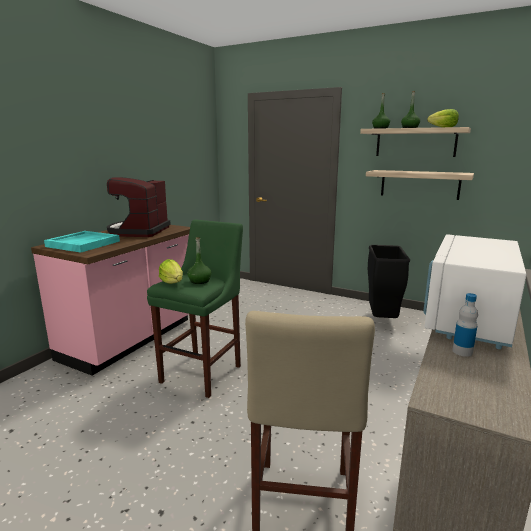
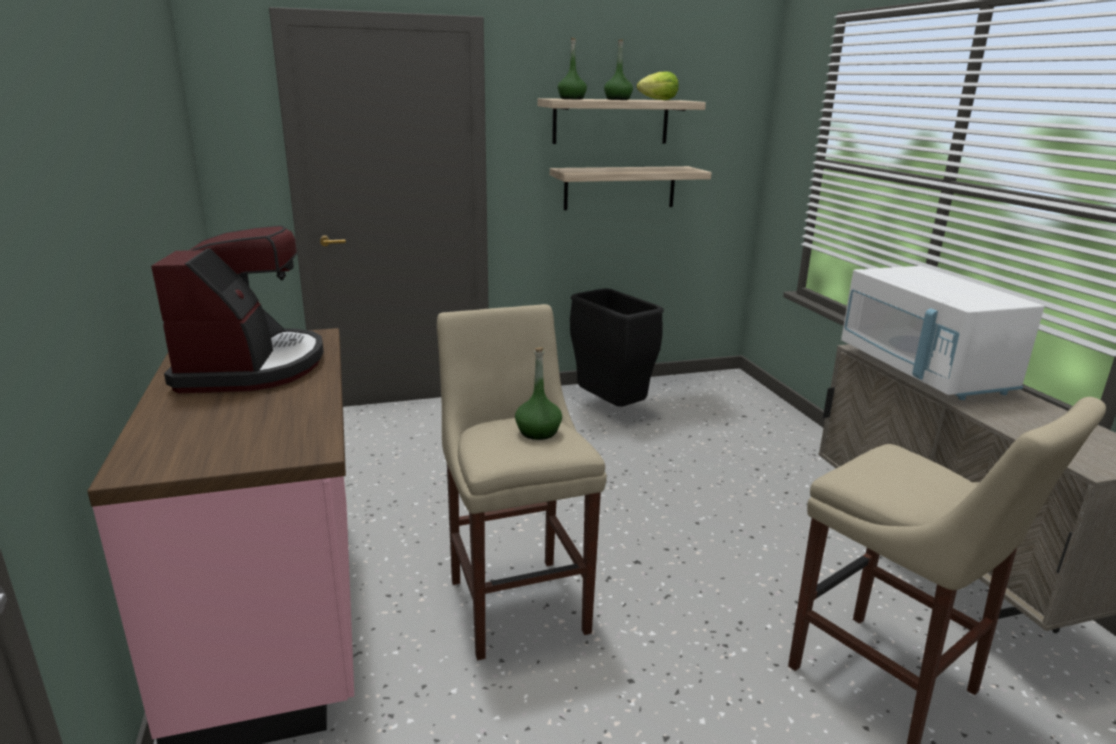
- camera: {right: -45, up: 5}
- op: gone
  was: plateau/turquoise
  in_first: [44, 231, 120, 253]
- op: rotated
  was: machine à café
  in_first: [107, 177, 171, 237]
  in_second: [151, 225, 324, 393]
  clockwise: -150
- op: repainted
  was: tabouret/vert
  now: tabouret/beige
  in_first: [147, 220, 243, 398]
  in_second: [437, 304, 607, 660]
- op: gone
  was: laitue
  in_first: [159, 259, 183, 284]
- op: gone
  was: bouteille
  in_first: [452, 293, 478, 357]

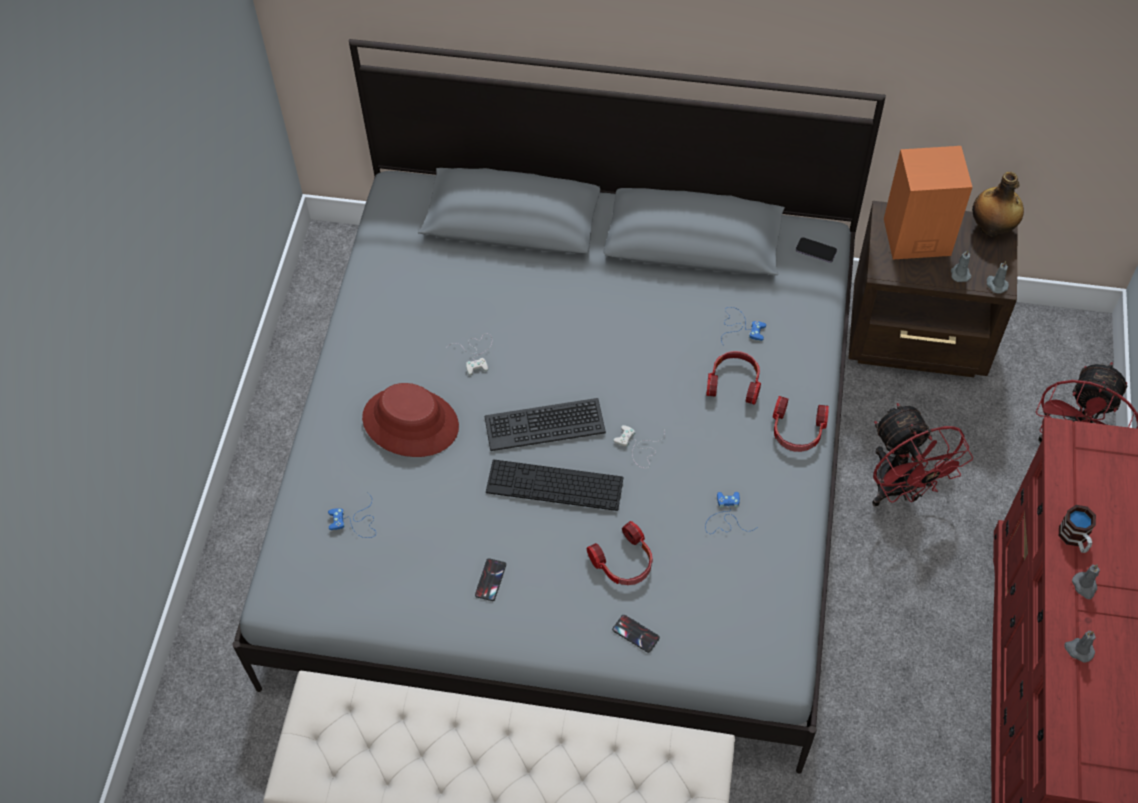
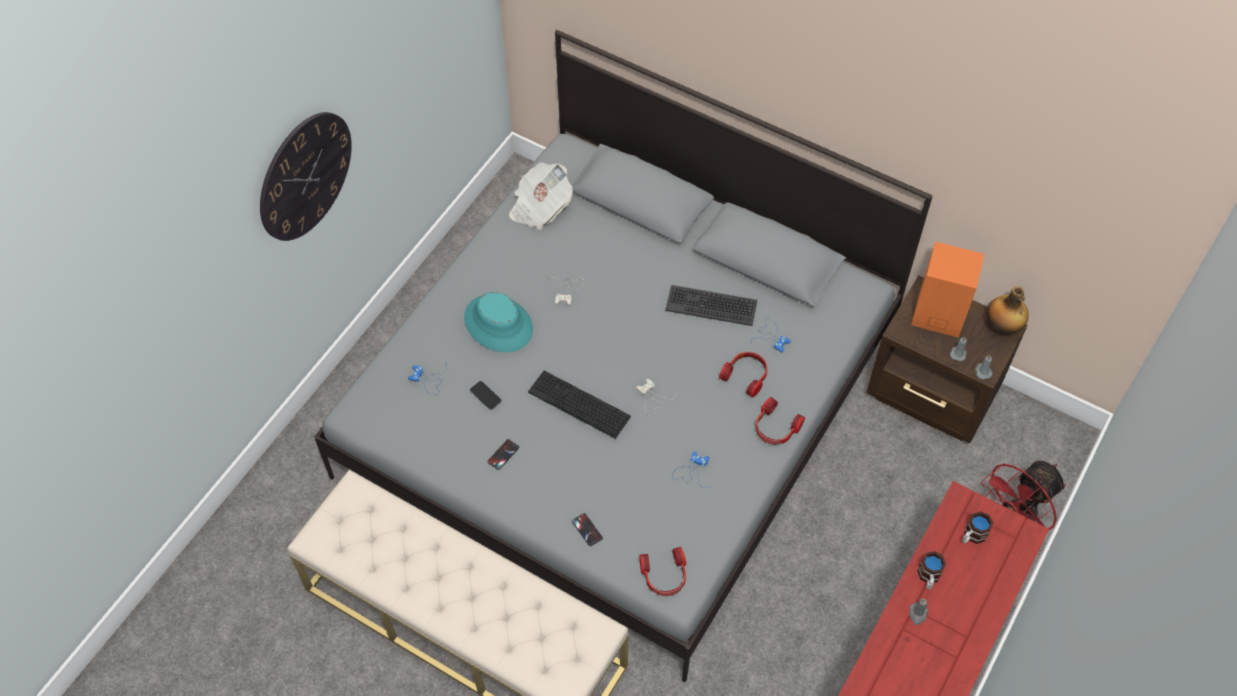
- camera: {right: 20, up: 0}
- op: repainted
  was: chapeau/rouge
  now: chapeau/turquoise
  in_first: [362, 383, 459, 457]
  in_second: [464, 292, 533, 352]
- op: shifted
  was: clavier
  in_first: [485, 398, 606, 451]
  in_second: [665, 285, 757, 326]
- op: shifted
  was: casque audio
  in_first: [586, 521, 653, 585]
  in_second: [639, 547, 686, 596]
- op: shifted
  was: téléphone
  in_first: [796, 237, 837, 263]
  in_second: [470, 381, 501, 410]
- op: gone
  was: ventilateur/rouge
  in_first: [872, 403, 973, 506]
- op: gone
  was: bougie/gris
  in_first: [1064, 631, 1096, 663]
- op: new
  now: horloge murale
  in_second: [260, 112, 352, 241]
- op: new
  now: journal
  in_second: [509, 162, 573, 230]
- op: new
  now: mug
  in_second: [962, 511, 993, 544]

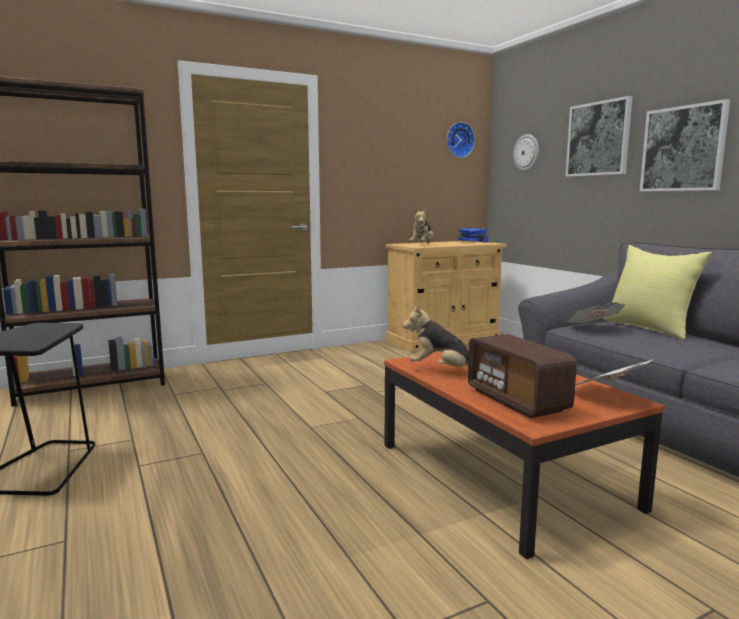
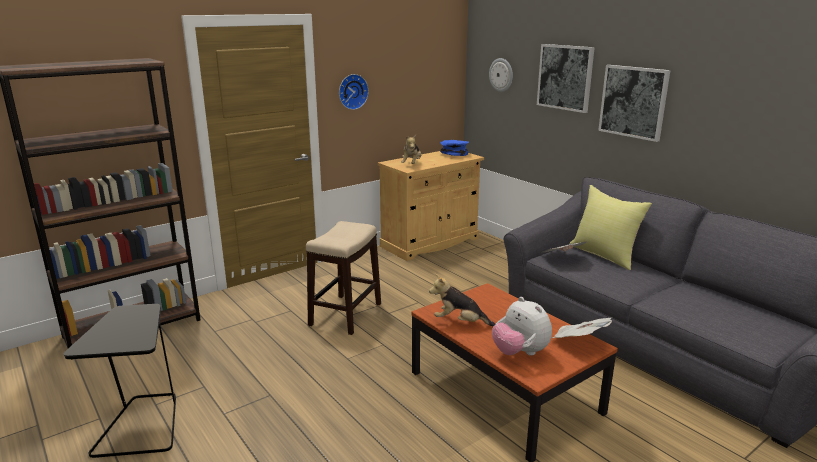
- camera: {right: -10, up: 10}
- op: shifted
  was: horloge murale
  in_first: [447, 122, 475, 158]
  in_second: [339, 74, 369, 110]
- op: swapped
  was: radio
  now: peluche
  in_first: [468, 334, 577, 418]
  in_second: [492, 297, 552, 355]
- op: new
  now: tabouret
  in_second: [306, 221, 381, 335]

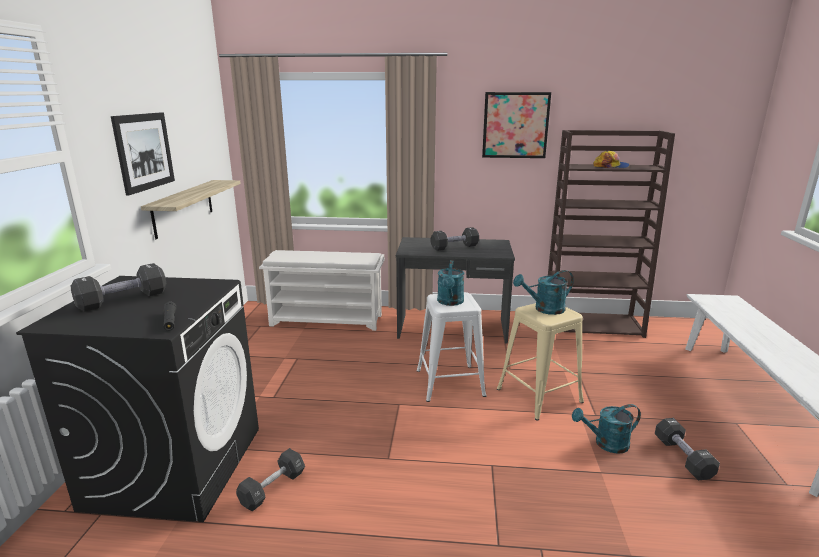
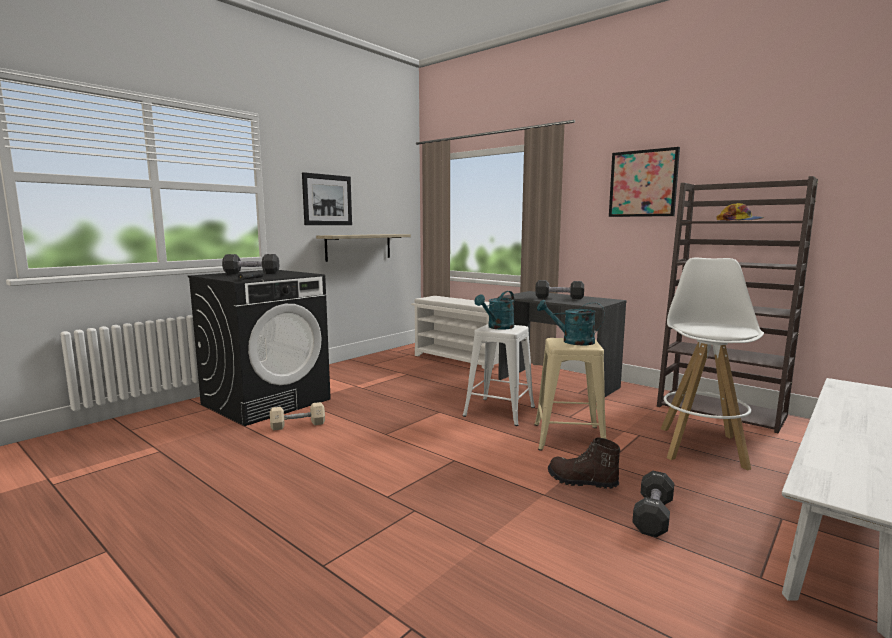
- camera: {right: 35, up: -10}
- op: repainted
  was: haltère/noir
  now: haltère/beige
  in_first: [236, 448, 305, 512]
  in_second: [270, 402, 325, 431]
- op: swapped
  was: arrosoir/turquoise
  now: botte/marron
  in_first: [572, 404, 641, 454]
  in_second: [548, 437, 621, 489]
- op: new
  now: tabouret/blanc
  in_second: [661, 257, 764, 470]

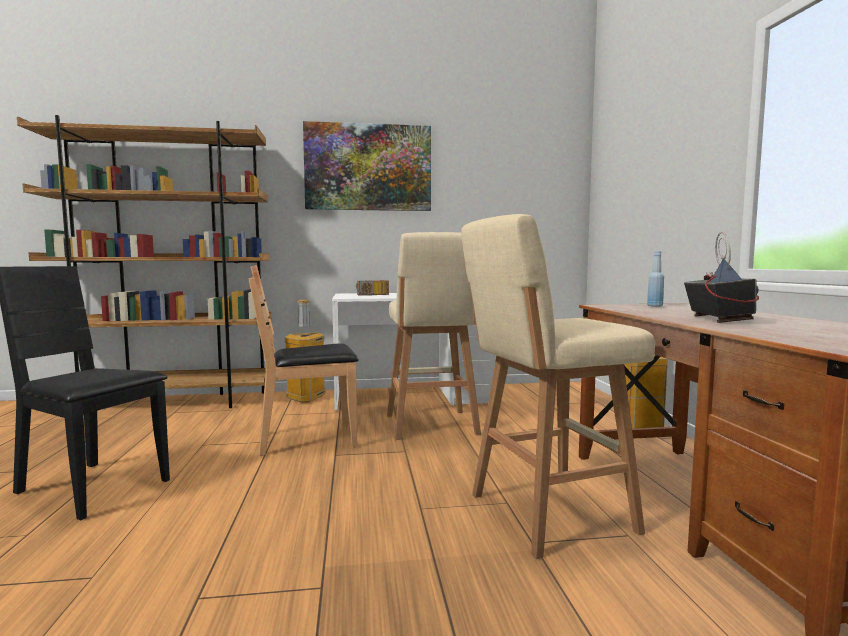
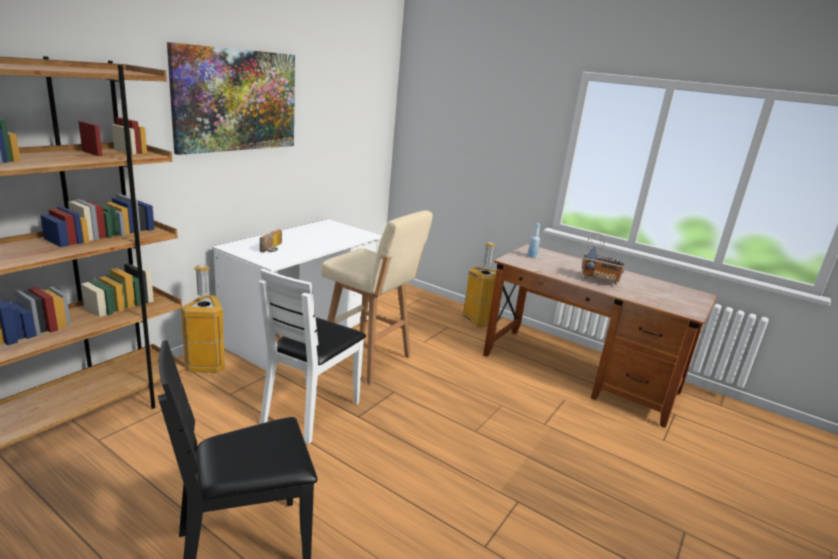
- camera: {right: -50, up: 15}
- op: repainted
  was: chaise/marron
  now: chaise/blanc
  in_first: [249, 266, 359, 456]
  in_second: [259, 268, 366, 445]
- op: gone
  was: tabouret/beige
  in_first: [461, 214, 655, 559]
- op: rotated
  was: radio
  in_first: [684, 232, 759, 323]
  in_second: [581, 233, 625, 285]
  clockwise: 150

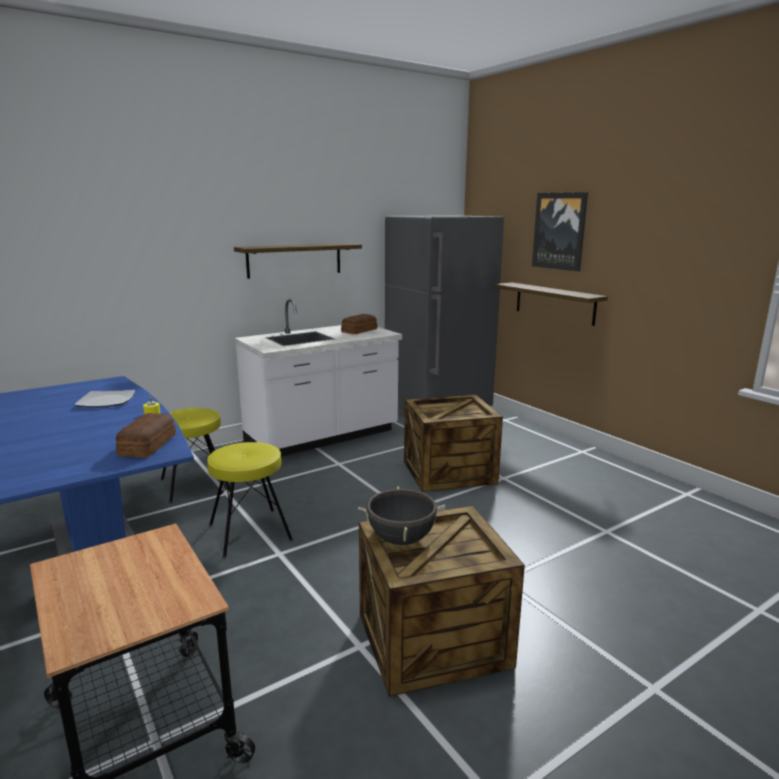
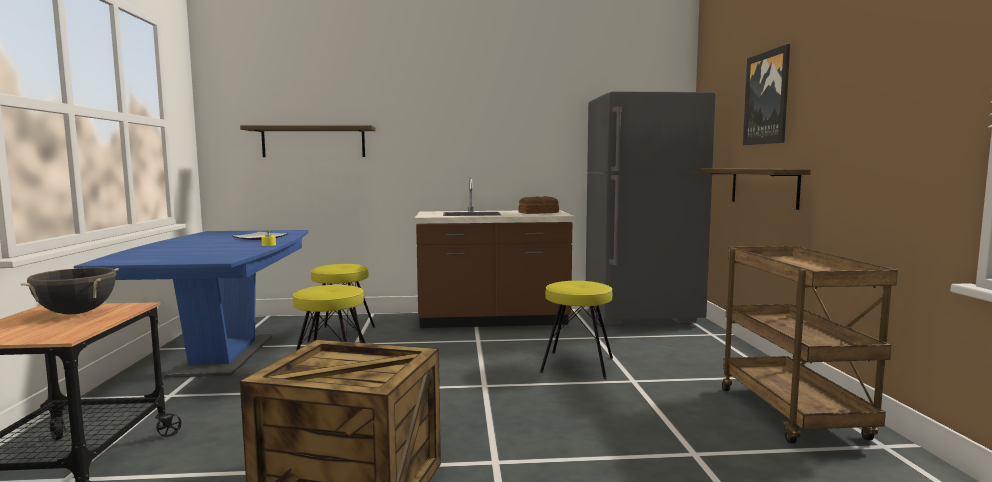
- camera: {right: 30, up: -10}
- op: gone
  was: pain
  in_first: [115, 413, 176, 457]
- op: shifted
  was: étagère
  in_first: [234, 243, 362, 279]
  in_second: [240, 125, 375, 157]
- op: repainted
  was: comptoir de cuisine/blanc
  now: comptoir de cuisine/marron
  in_first: [234, 299, 402, 457]
  in_second: [415, 177, 575, 328]
- op: shifted
  was: marmite/noir
  in_first: [358, 487, 445, 545]
  in_second: [21, 267, 119, 314]
- op: swapped
  was: caisse
  now: tabouret/jaune
  in_first: [404, 395, 503, 492]
  in_second: [540, 281, 613, 380]
- op: new
  now: chariot/marron
  in_second: [722, 246, 898, 444]

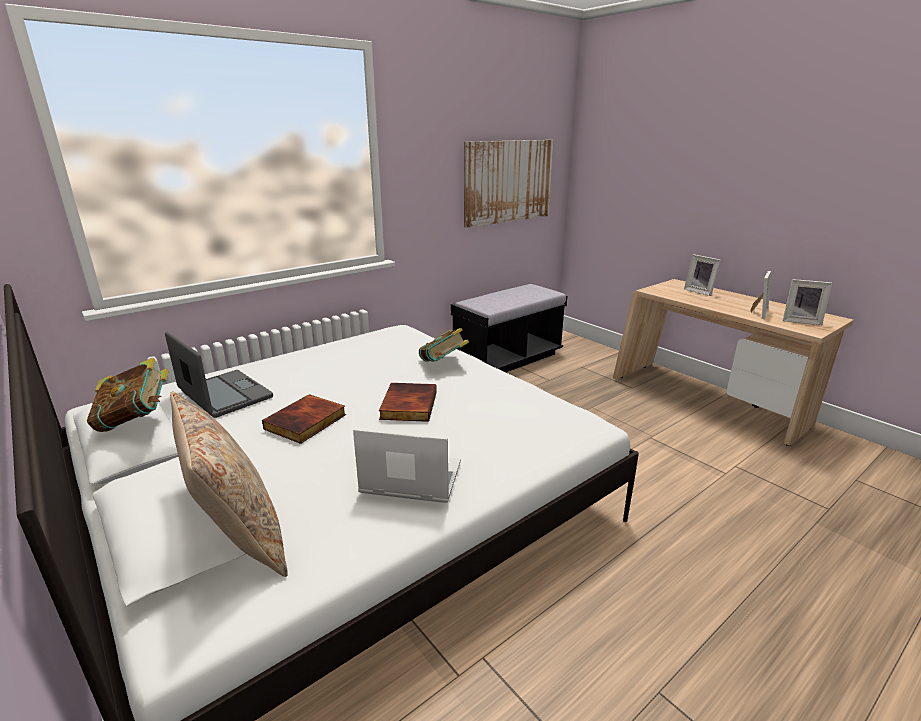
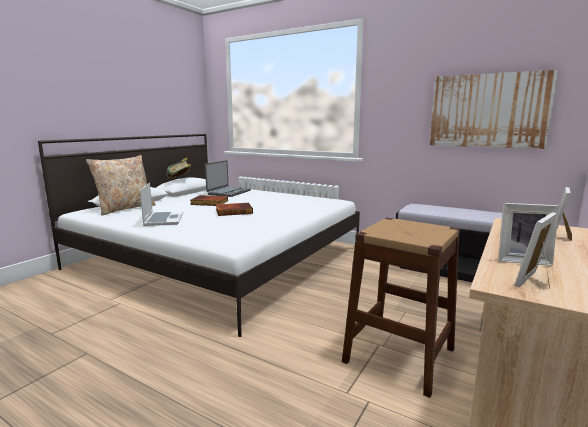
- camera: {right: 70, up: -10}
- op: gone
  was: livre
  in_first: [419, 328, 469, 362]
- op: rotated
  was: cadre photo
  in_first: [783, 279, 832, 325]
  in_second: [515, 212, 557, 288]
  clockwise: 45
- op: new
  now: tabouret/marron
  in_second: [342, 218, 460, 398]

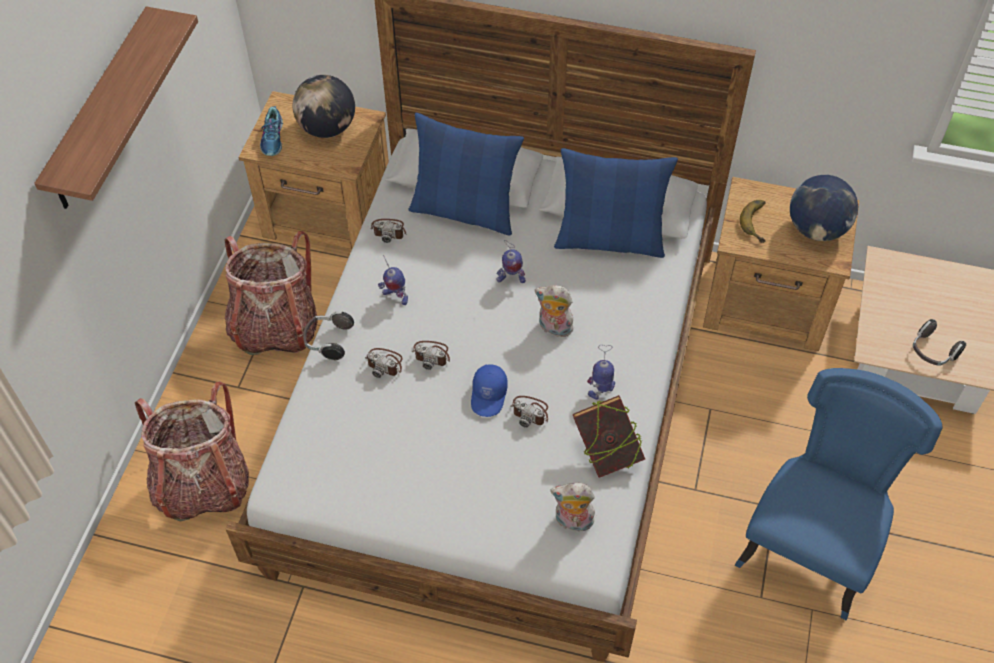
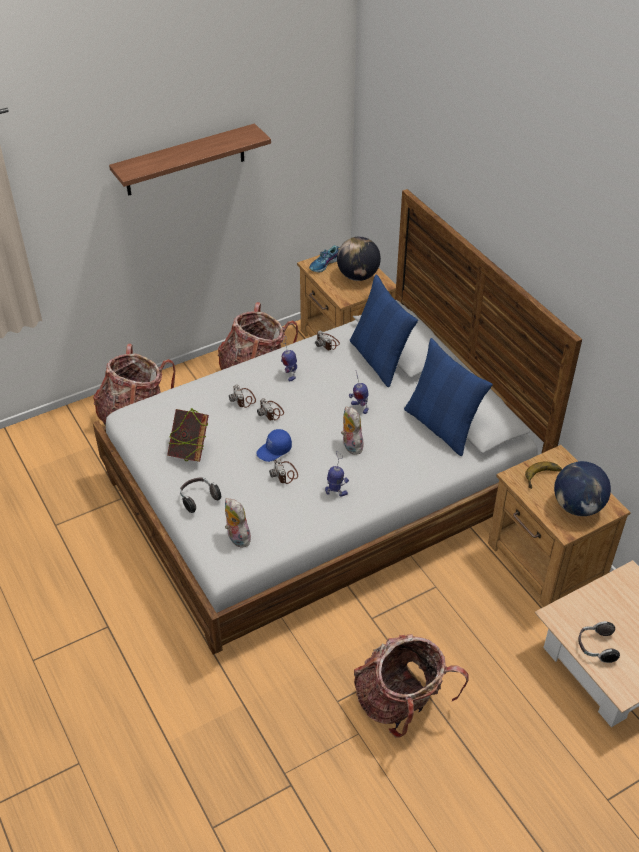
- camera: {right: 45, up: -10}
- op: shifted
  was: casque audio
  in_first: [303, 311, 354, 360]
  in_second: [180, 477, 221, 513]
- op: shifted
  was: livre
  in_first: [573, 395, 645, 478]
  in_second: [167, 408, 209, 462]
- op: swapped
  was: chaise/bleu
  now: sac à dos
  in_first: [735, 368, 943, 620]
  in_second: [354, 634, 469, 738]

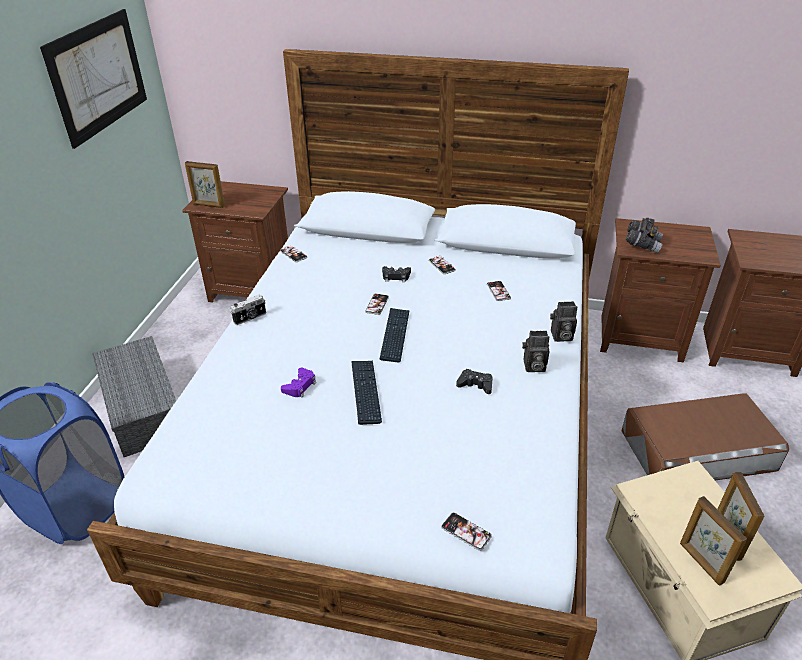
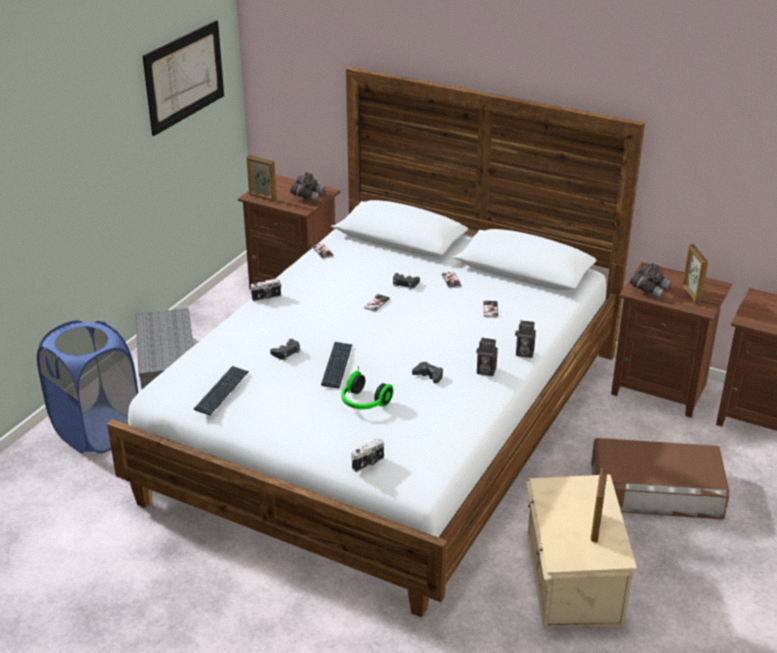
- camera: {right: 15, up: -5}
- op: repainted
  was: manette/violet
  now: manette/noir
  in_first: [281, 368, 316, 397]
  in_second: [270, 339, 300, 361]
- op: shifted
  was: clavier
  in_first: [379, 308, 410, 362]
  in_second: [194, 366, 249, 415]
- op: swapped
  was: téléphone
  now: appareil photo
  in_first: [441, 513, 492, 551]
  in_second: [352, 438, 384, 472]
- op: shifted
  was: cadre photo
  in_first: [680, 496, 747, 586]
  in_second: [682, 244, 708, 305]
- op: new
  now: jumelles/gris
  in_second: [290, 173, 325, 202]
- op: new
  now: casque audio
  in_second: [342, 366, 393, 409]

